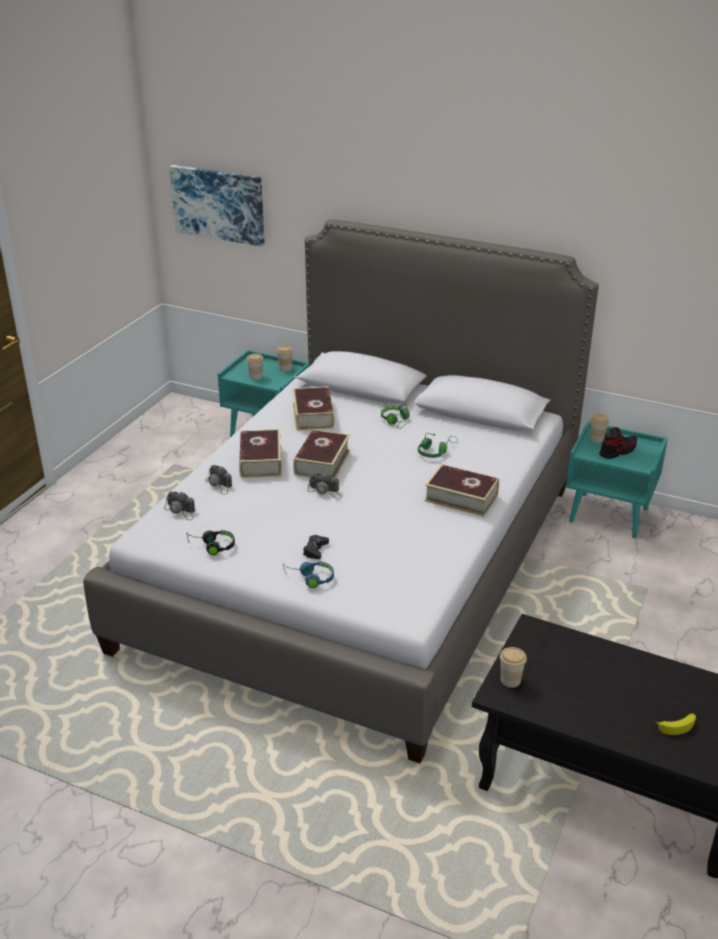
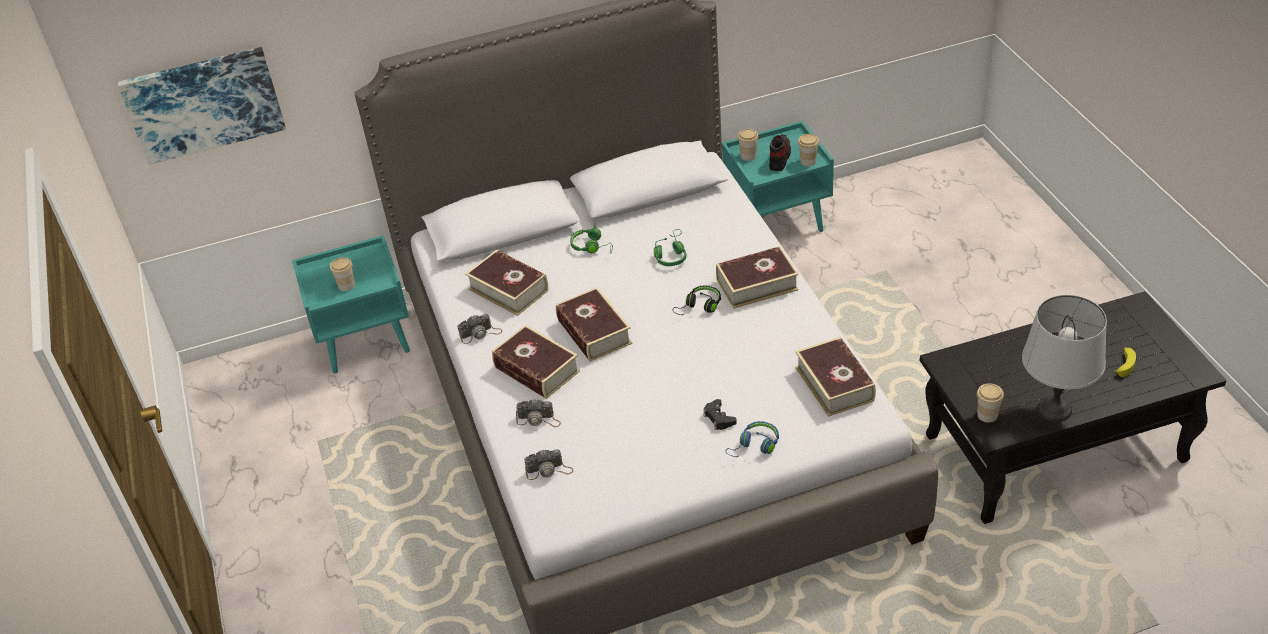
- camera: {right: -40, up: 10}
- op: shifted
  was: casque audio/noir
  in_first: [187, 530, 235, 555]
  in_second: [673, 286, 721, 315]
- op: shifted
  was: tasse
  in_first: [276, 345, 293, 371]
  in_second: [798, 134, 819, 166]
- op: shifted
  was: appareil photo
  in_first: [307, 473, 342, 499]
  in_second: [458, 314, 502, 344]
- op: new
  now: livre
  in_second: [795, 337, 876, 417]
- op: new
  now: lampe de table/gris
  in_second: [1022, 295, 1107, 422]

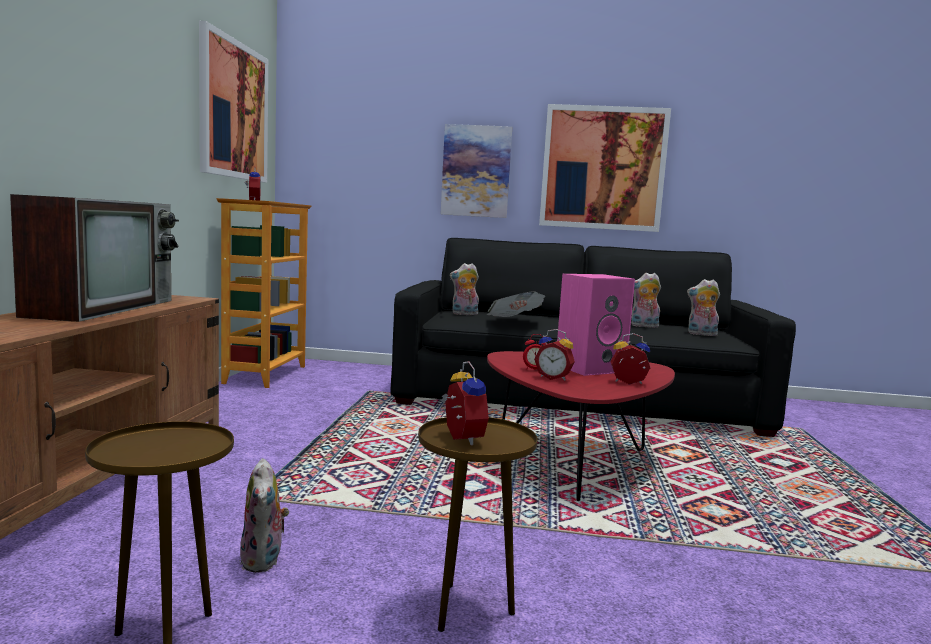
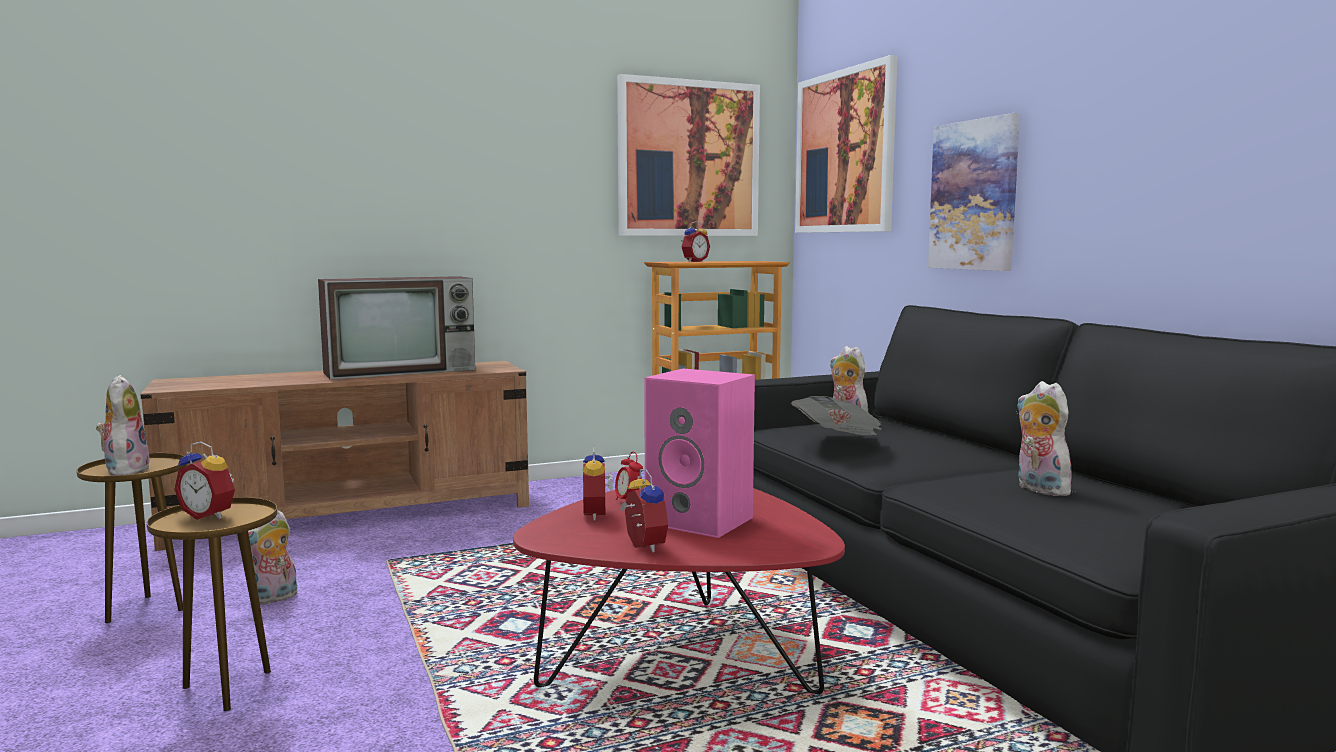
- camera: {right: 60, up: 0}
- op: rotated
  was: réveil
  in_first: [441, 361, 489, 445]
  in_second: [174, 441, 235, 520]
  clockwise: 75
- op: shifted
  was: tableau
  in_first: [539, 104, 671, 232]
  in_second: [795, 55, 898, 233]
- op: shifted
  was: peluche
  in_first: [687, 279, 720, 336]
  in_second: [96, 375, 150, 476]

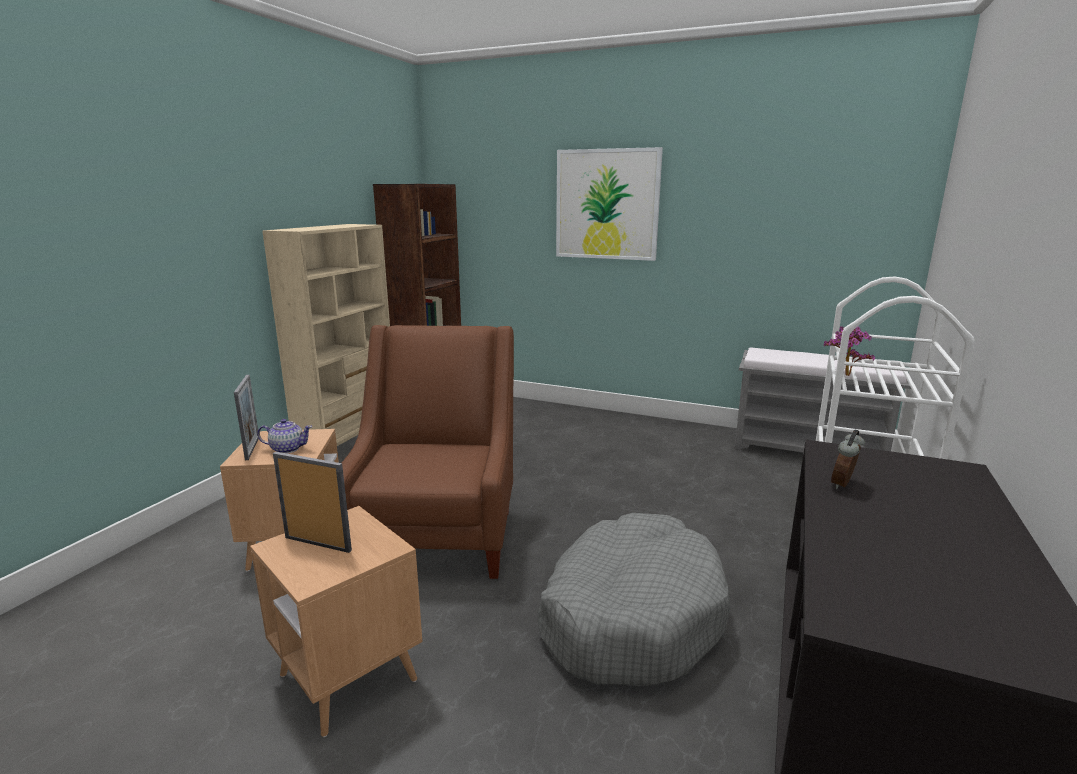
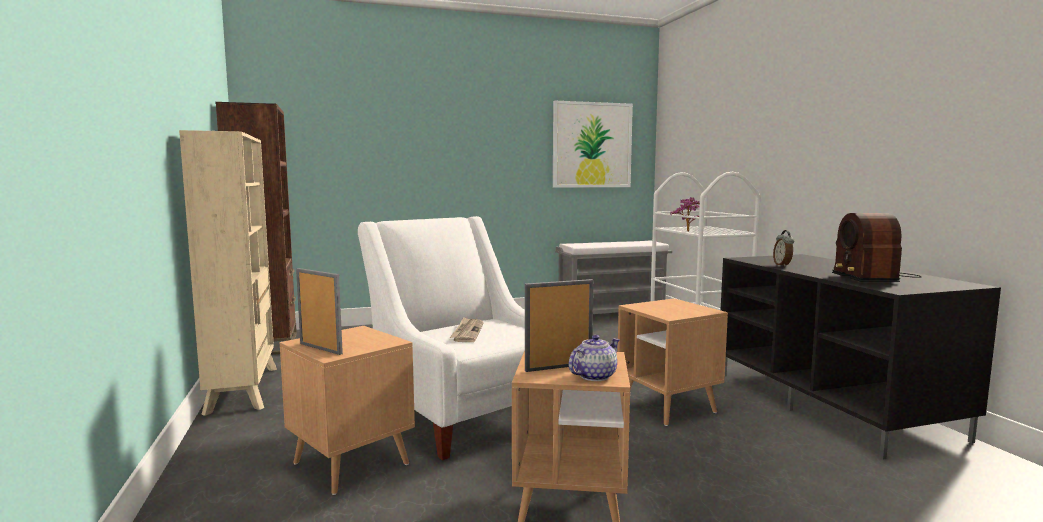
- camera: {right: -40, up: -10}
- op: shifted
  was: théière
  in_first: [257, 419, 312, 454]
  in_second: [568, 335, 620, 381]
- op: repainted
  was: fauteuil/marron
  now: fauteuil/blanc
  in_first: [342, 325, 514, 579]
  in_second: [358, 216, 525, 461]
- op: swapped
  was: panier pour chien/gris
  now: table d'appoint/marron
  in_first: [537, 513, 731, 686]
  in_second: [618, 298, 728, 426]
- op: shifted
  was: tableau
  in_first: [556, 147, 663, 261]
  in_second: [553, 101, 633, 188]
- op: new
  now: journal
  in_second: [450, 317, 484, 342]
- op: new
  now: radio
  in_second: [832, 213, 922, 282]

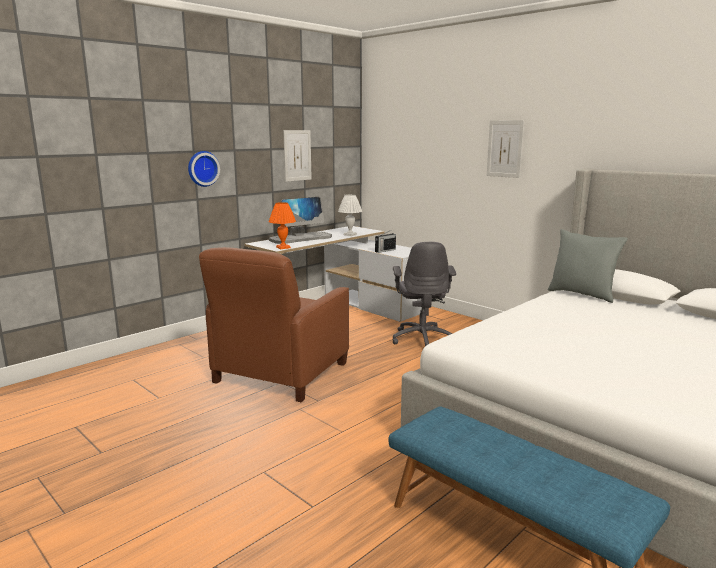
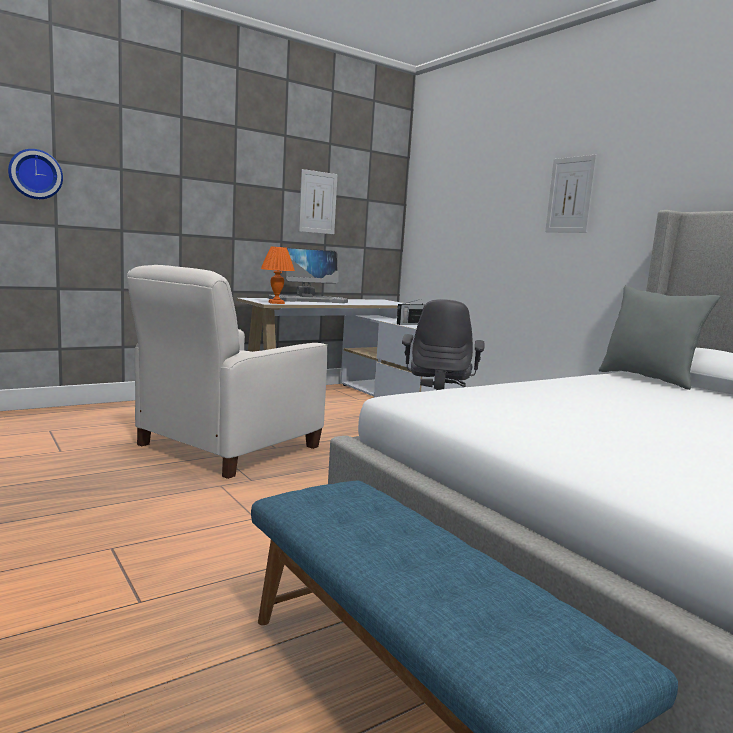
- camera: {right: 10, up: -5}
- op: shifted
  was: horloge murale
  in_first: [188, 151, 220, 187]
  in_second: [8, 149, 63, 199]
- op: repainted
  was: fauteuil/marron
  now: fauteuil/blanc
  in_first: [199, 247, 349, 402]
  in_second: [127, 265, 328, 479]
- op: gone
  was: lampe de table/blanc
  in_first: [338, 194, 362, 236]

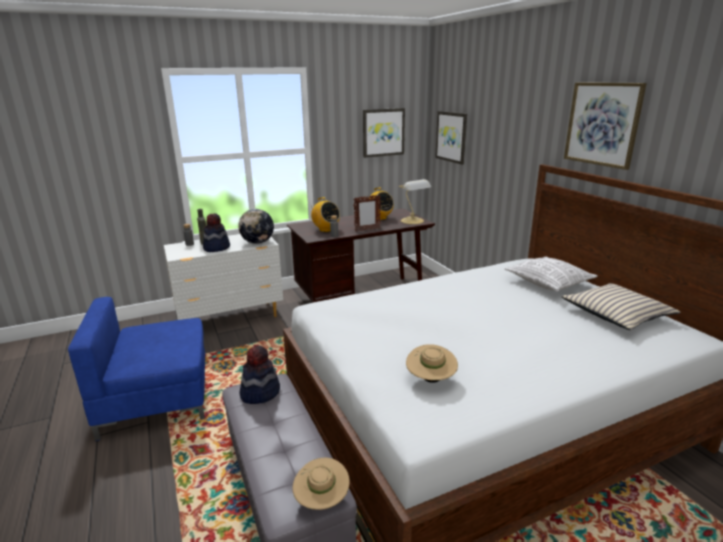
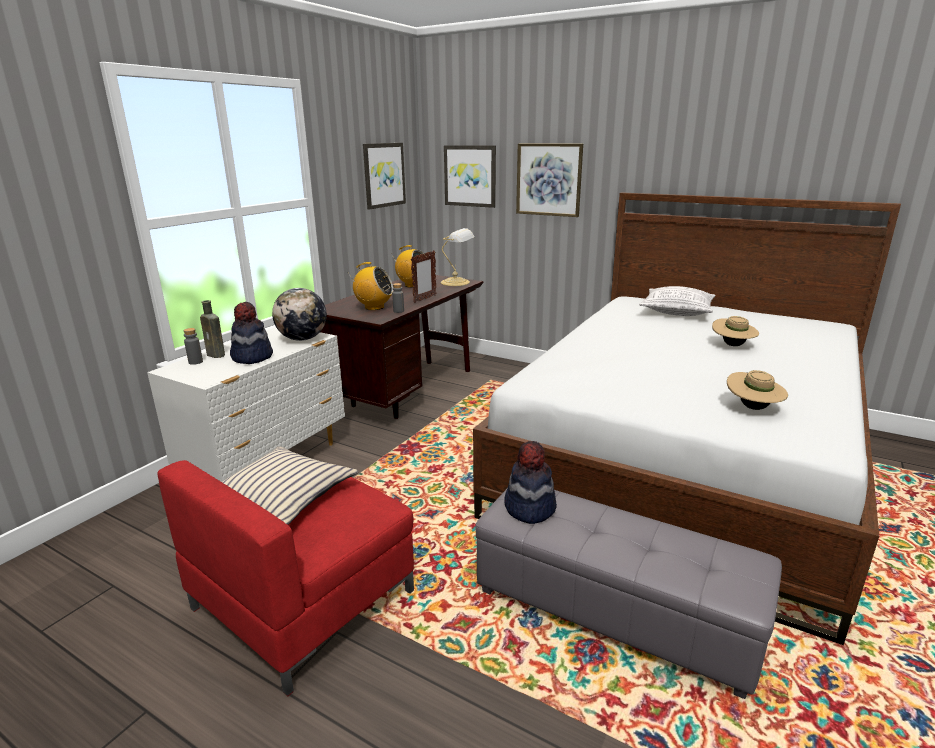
- camera: {right: -35, up: 0}
- op: repainted
  was: fauteuil/bleu
  now: fauteuil/rouge
  in_first: [68, 297, 205, 441]
  in_second: [157, 460, 414, 696]
- op: shifted
  was: chapeau/beige
  in_first: [293, 458, 350, 510]
  in_second: [712, 316, 759, 346]
- op: shifted
  was: coussin/beige
  in_first: [561, 283, 681, 330]
  in_second: [222, 446, 359, 525]
- op: shifted
  was: tableau
  in_first: [564, 83, 647, 170]
  in_second: [516, 144, 583, 217]

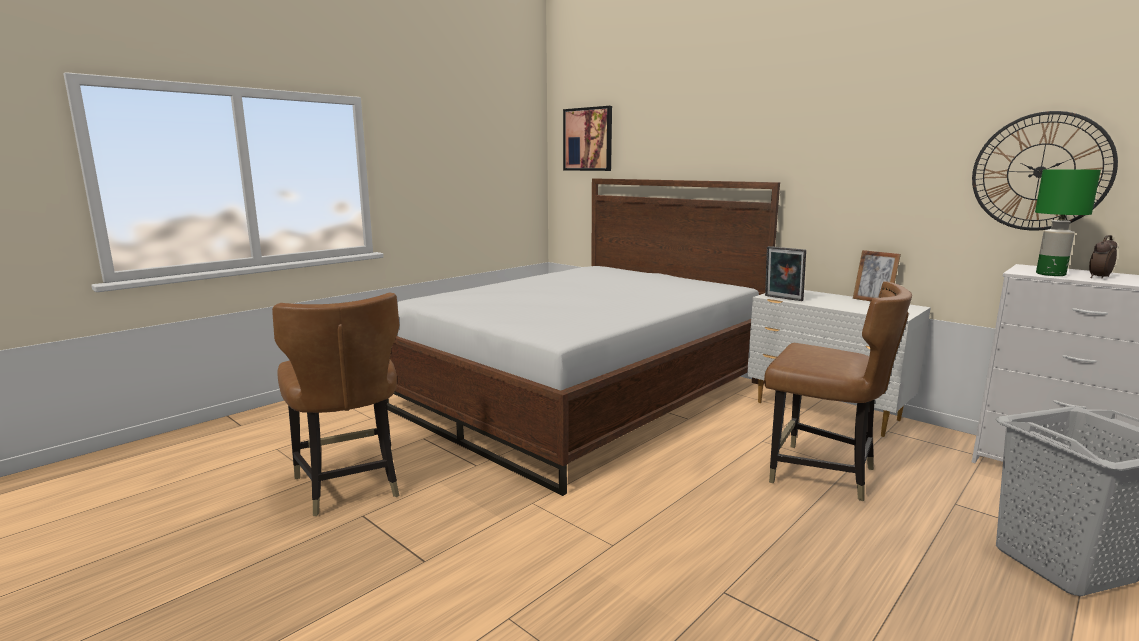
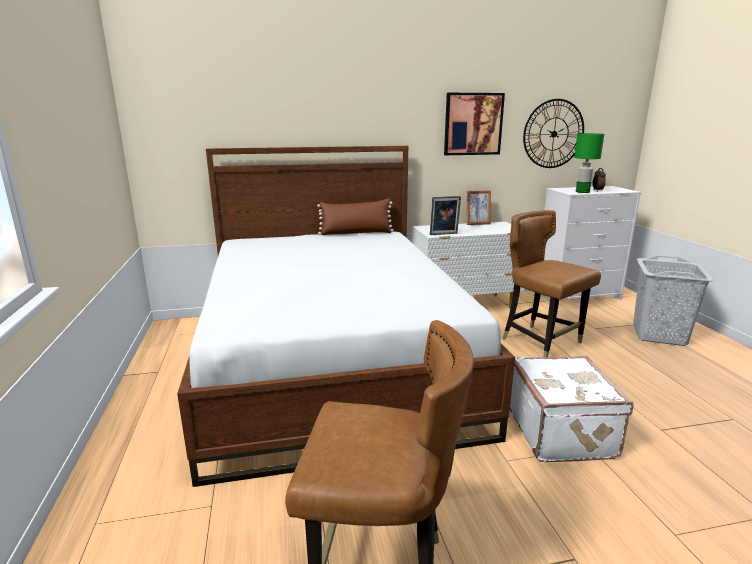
- camera: {right: -55, up: 5}
- op: shifted
  was: tableau
  in_first: [563, 106, 612, 171]
  in_second: [444, 93, 505, 155]
- op: rotated
  was: chaise/marron
  in_first: [764, 281, 912, 501]
  in_second: [502, 210, 601, 357]
  clockwise: -105
- op: new
  now: coussin/marron
  in_second: [317, 198, 393, 235]
- op: new
  now: valise/blanc
  in_second: [510, 356, 633, 462]

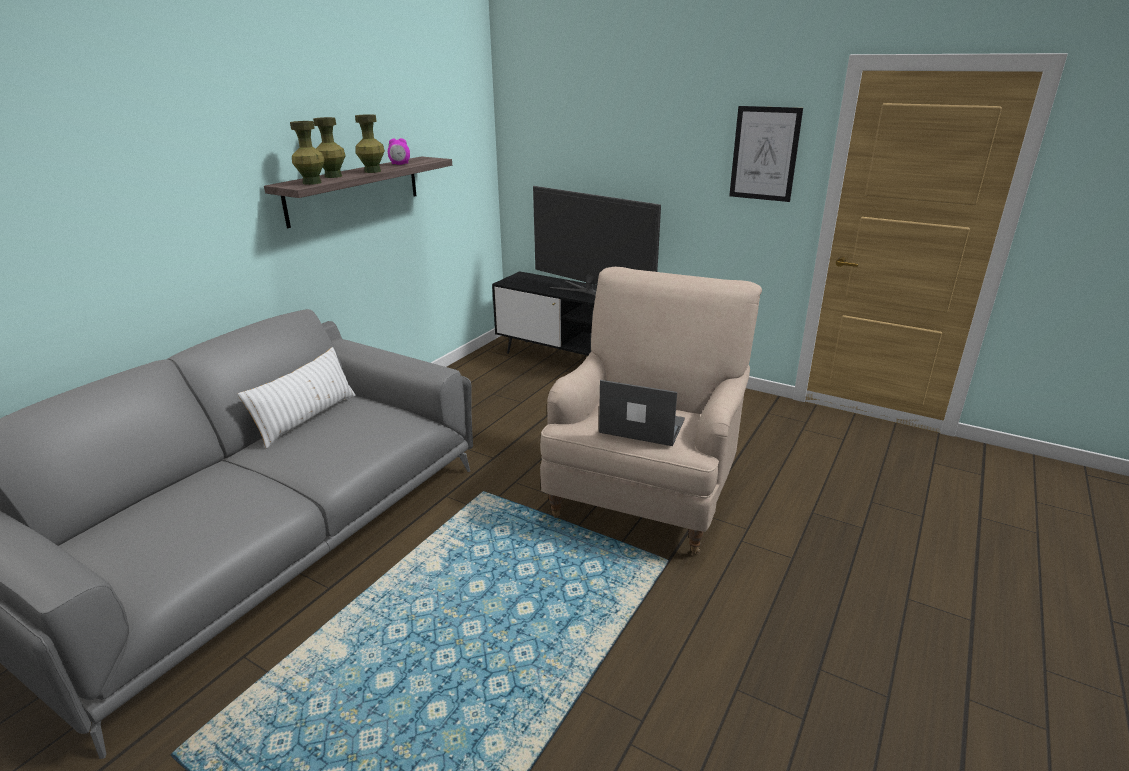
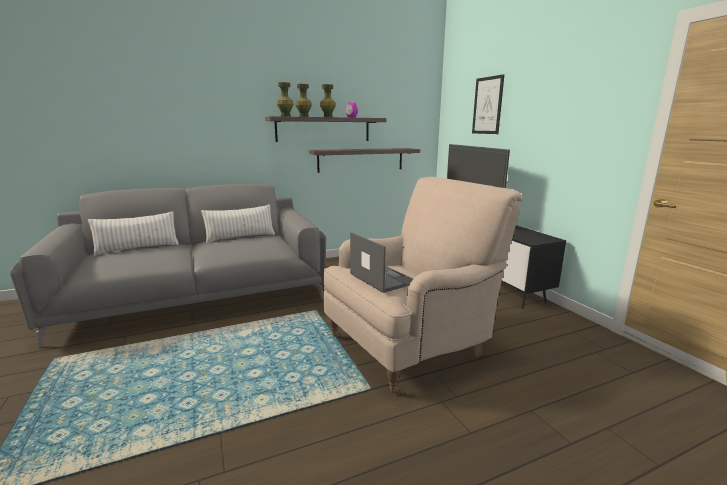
- camera: {right: 35, up: -10}
- op: shifted
  was: tableau
  in_first: [729, 106, 803, 202]
  in_second: [472, 74, 505, 134]
- op: new
  now: coussin/blanc
  in_second: [88, 211, 179, 256]
- op: new
  now: étagère
  in_second: [309, 148, 420, 173]

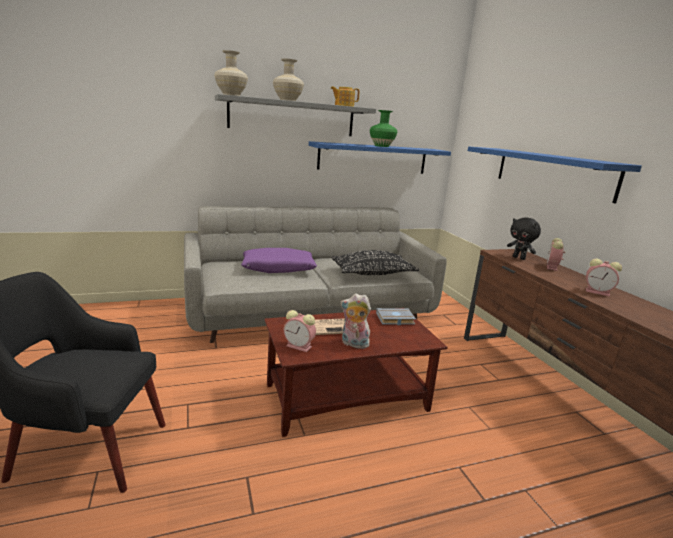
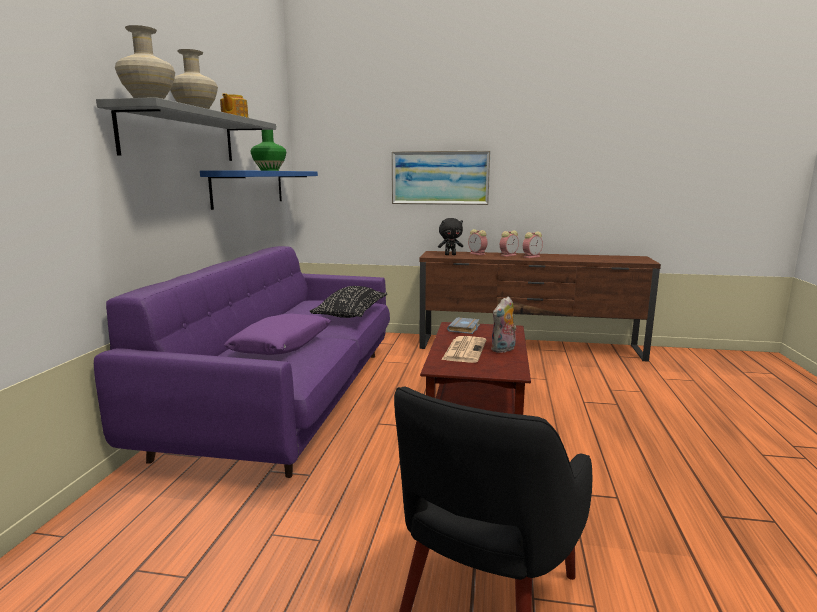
- camera: {right: -60, up: -5}
- op: repainted
  was: canapé/gris
  now: canapé/violet
  in_first: [184, 206, 447, 343]
  in_second: [94, 246, 390, 478]
- op: shifted
  was: réveil
  in_first: [284, 310, 316, 352]
  in_second: [500, 230, 519, 257]
- op: swapped
  was: étagère/bleu
  now: tableau
  in_first: [468, 147, 642, 203]
  in_second: [392, 151, 490, 205]

